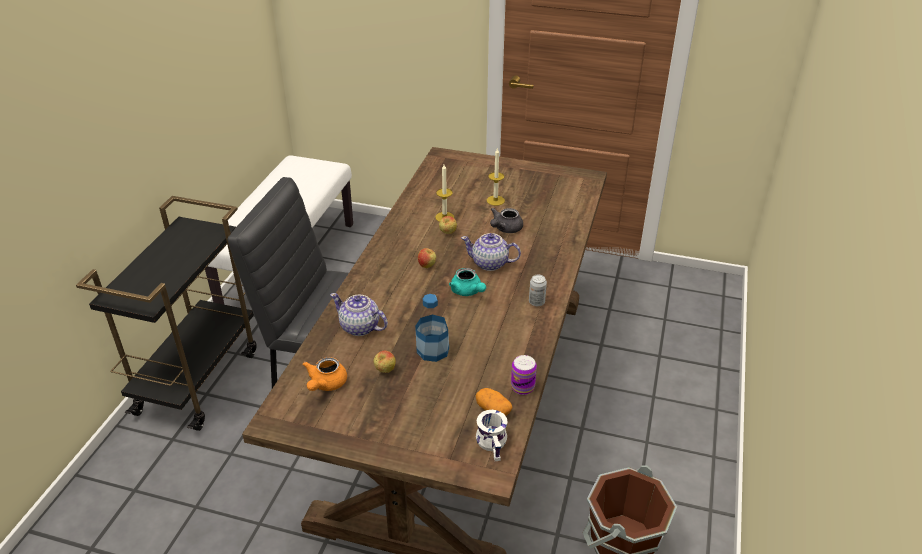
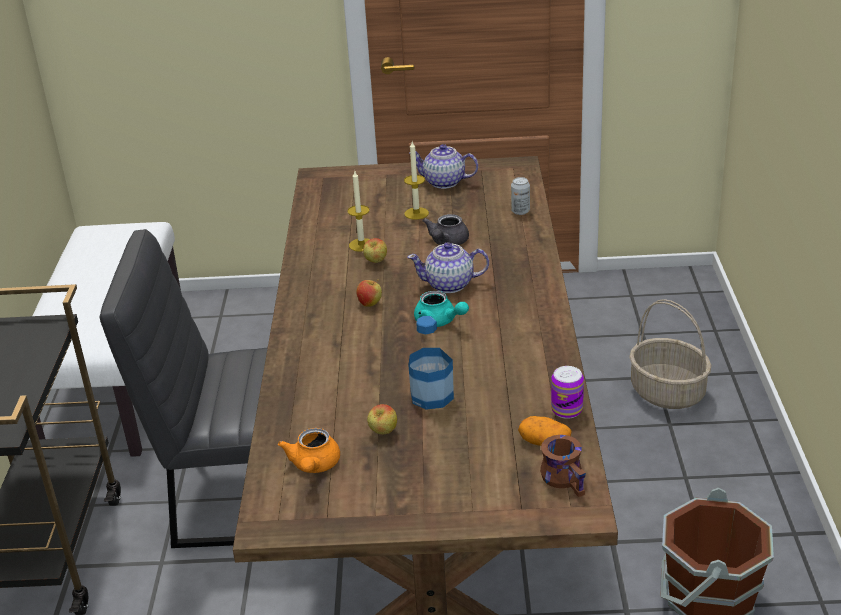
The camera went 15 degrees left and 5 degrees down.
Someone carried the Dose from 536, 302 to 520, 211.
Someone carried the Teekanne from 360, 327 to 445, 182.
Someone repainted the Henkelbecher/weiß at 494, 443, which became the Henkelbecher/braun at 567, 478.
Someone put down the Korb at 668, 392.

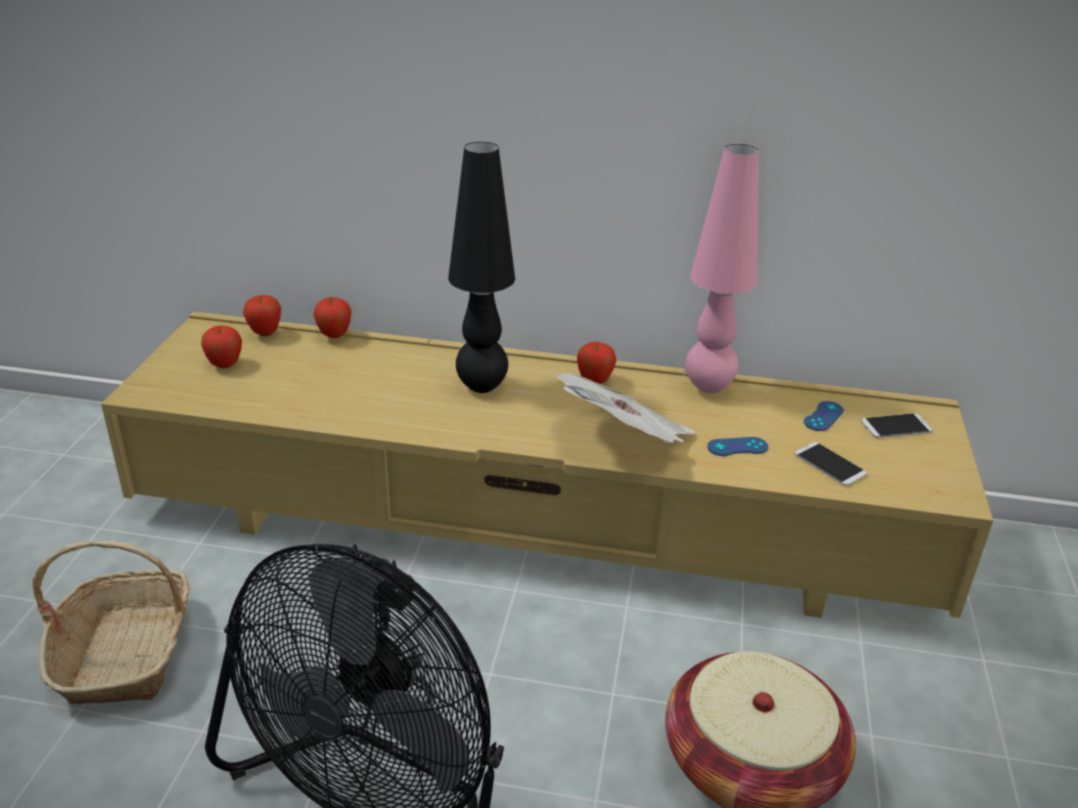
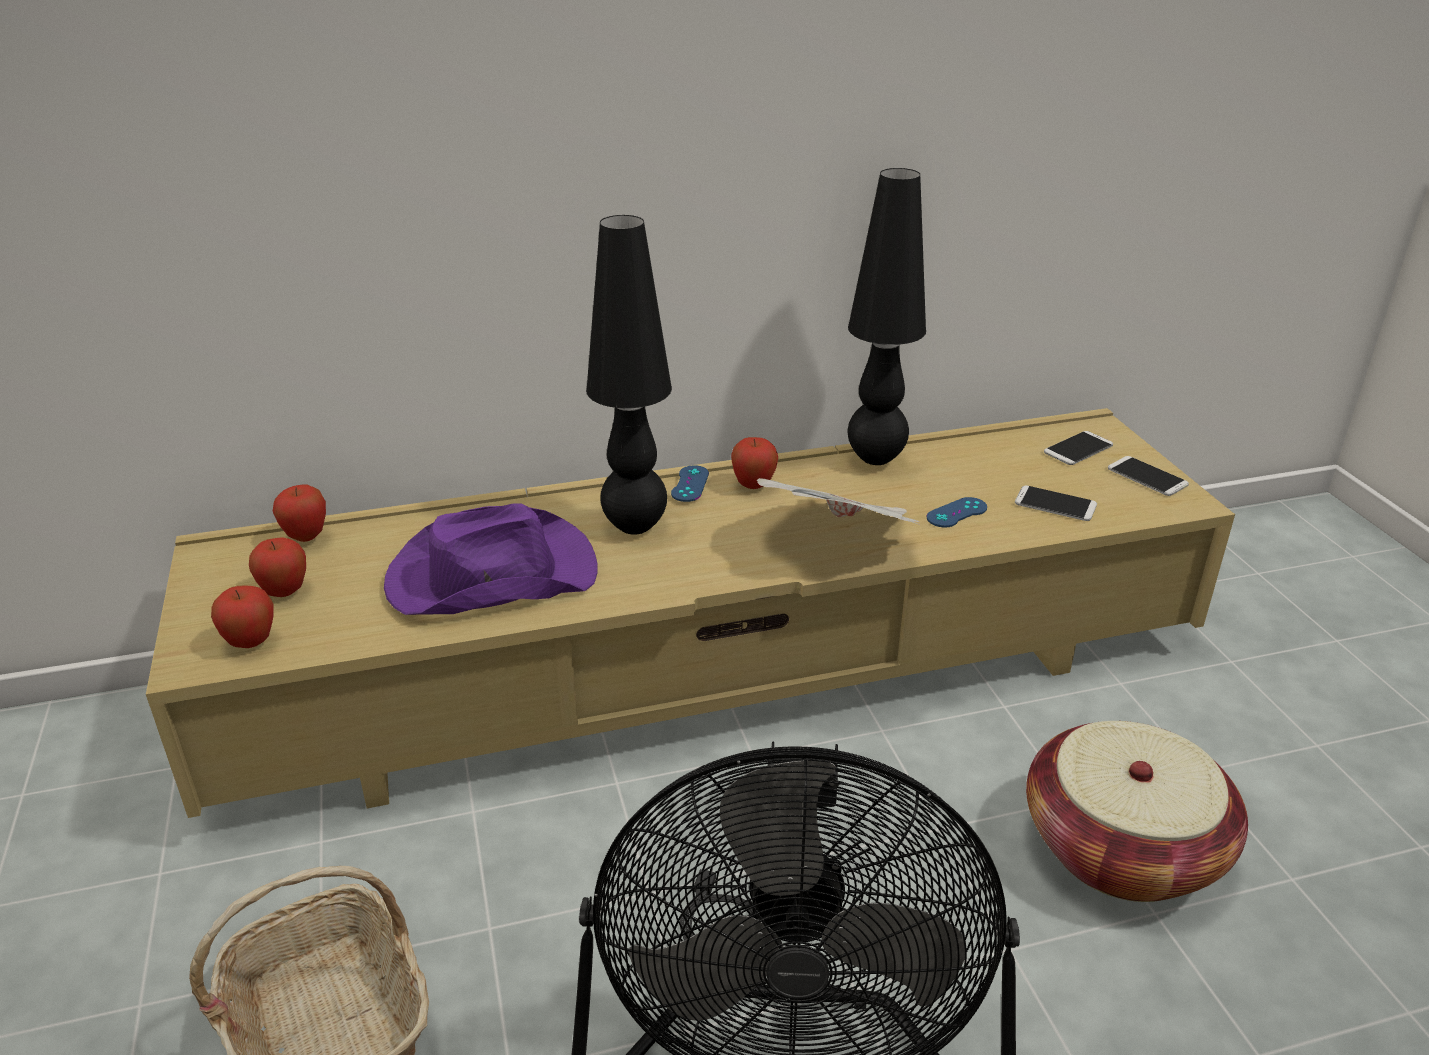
The camera went 25 degrees left and 0 degrees up.
Someone repainted the Tischlampe/rosa at 708, 387, which became the Tischlampe/schwarz at 875, 458.
Someone carried the Apfel from 334, 335 to 251, 643.
Someone carried the Gamepad/blau from 823, 416 to 690, 484.
Someone put down the Handy at 1147, 477.
Someone put down the Hut/lila at 489, 576.

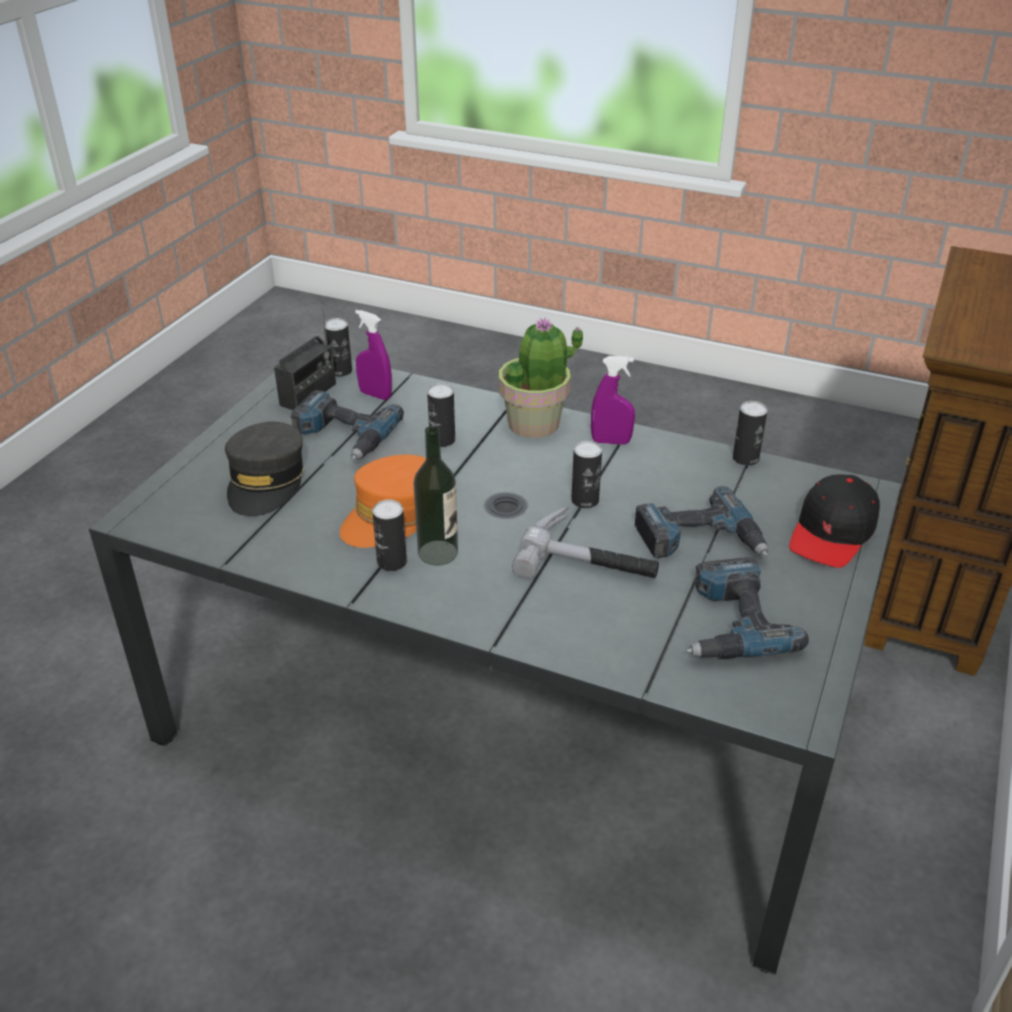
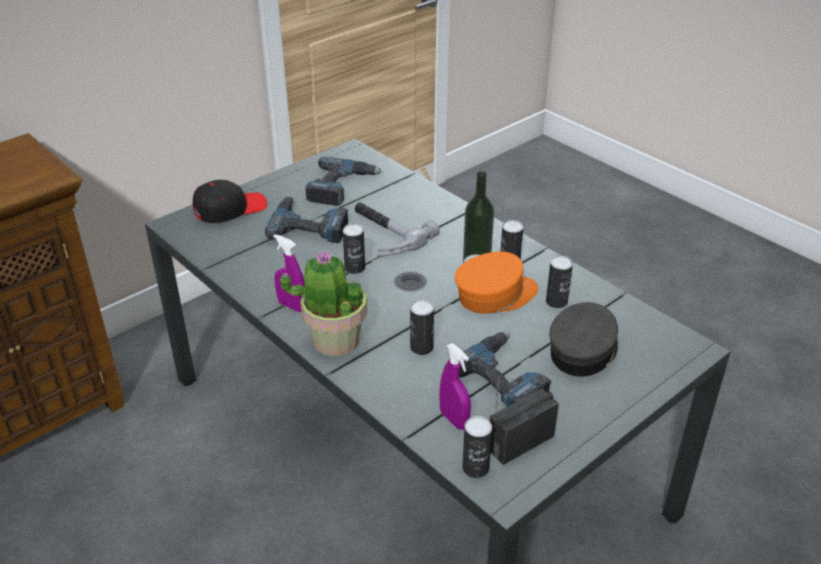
The camera went 155 degrees left and 0 degrees up.
Someone carried the Dose from 745, 458 to 556, 302.

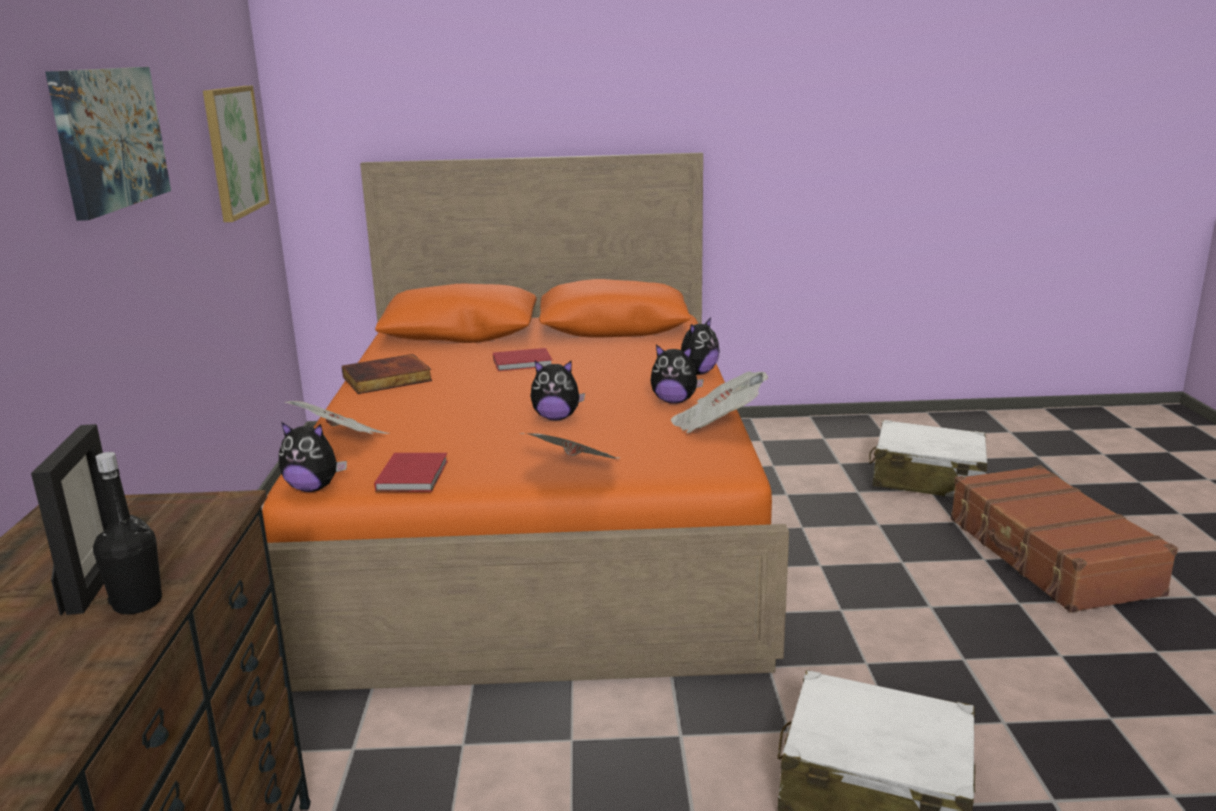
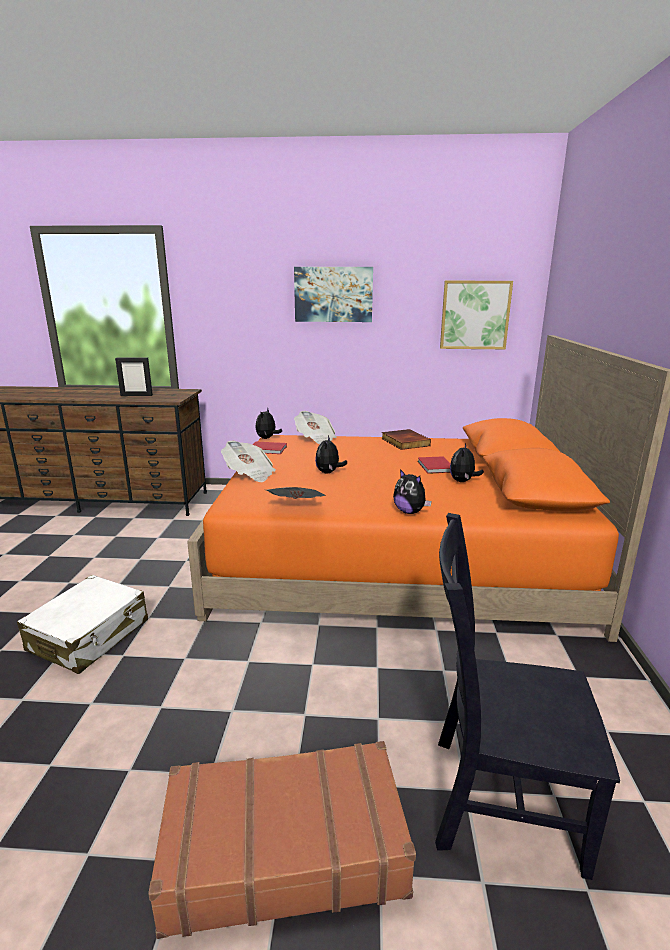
The camera went 95 degrees right and 0 degrees up.
Someone carried the Plüschtier from 674, 401 to 463, 481.
Someone swapped the Koffer/weiß at 926, 479 for the Stuhl/schwarz at 497, 799.
Someone took away the Flasche/schwarz at 137, 603.

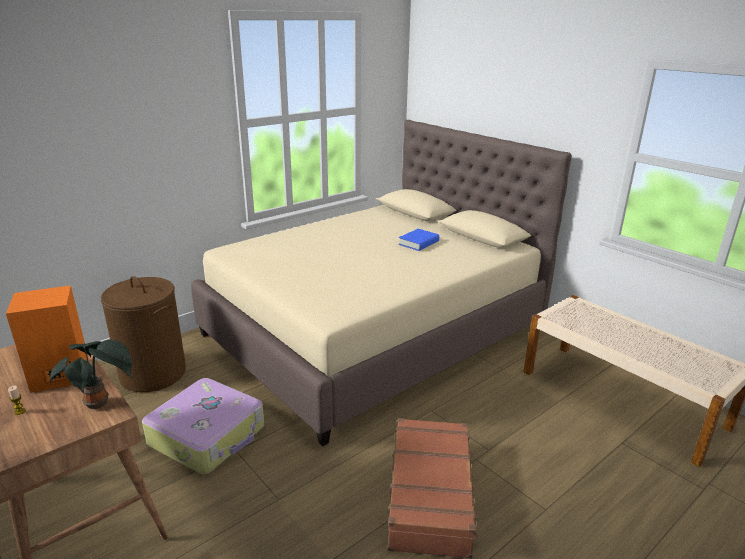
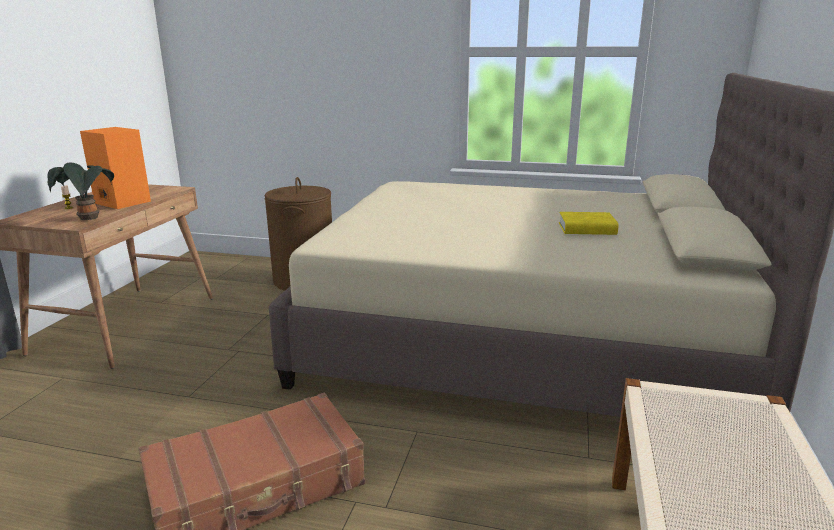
The camera went 55 degrees right and 5 degrees down.
Someone repainted the Buch/blau at 418, 243, which became the Buch/gelb at 587, 229.
Someone took away the Koffer at 208, 435.

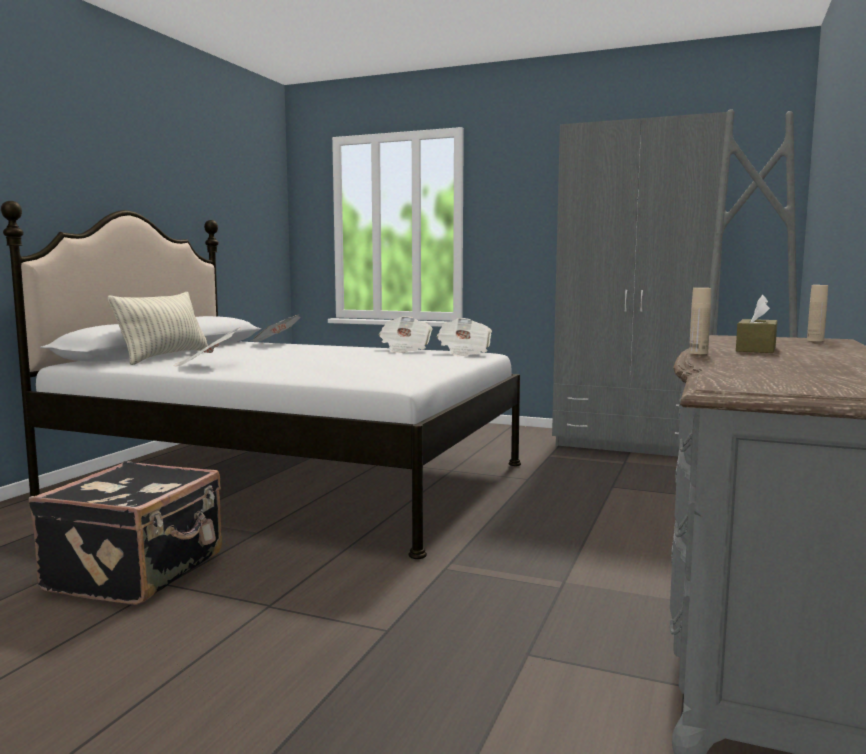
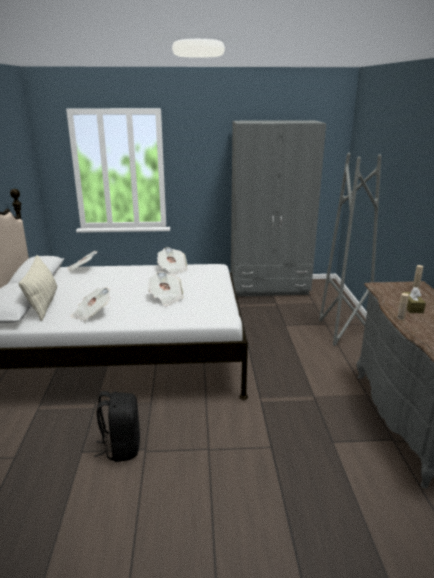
The camera went 25 degrees left and 15 degrees up.
Someone carried the Zeitung from 464, 353 to 166, 297.
Someone swapped the Koffer/schwarz at 139, 572 for the Rucksack/schwarz at 121, 447.

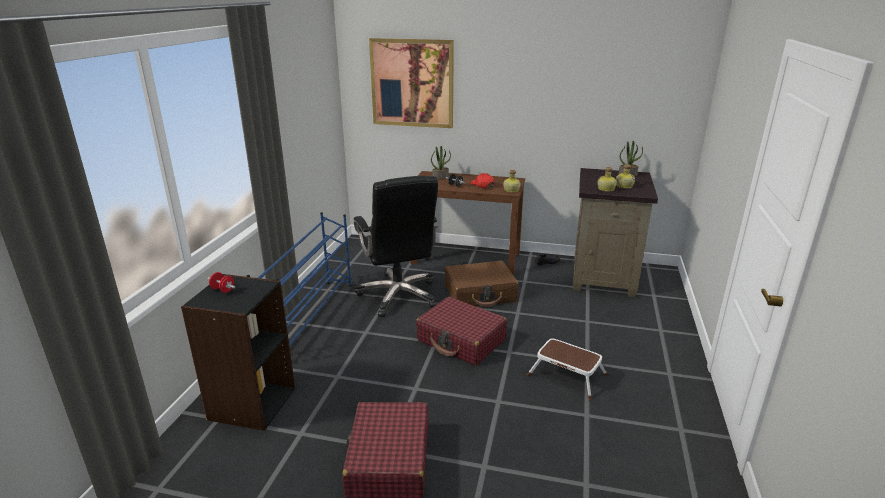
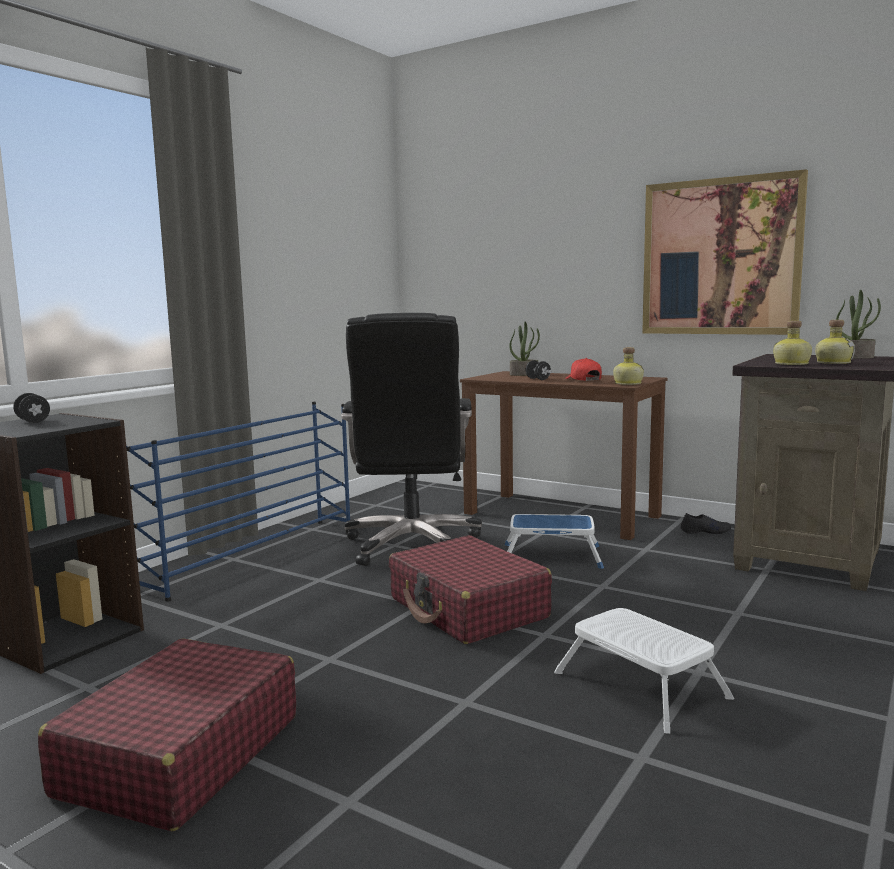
The camera went 20 degrees right and 15 degrees down.
Someone carried the Bild from 412, 83 to 720, 257.
Someone swapped the Koffer/braun at 480, 293 for the Trittleiter/blau at 551, 556.
Someone repainted the Hantel/rot at 223, 290, which became the Hantel/schwarz at 33, 421.
Someone repainted the Trittleiter/braun at 567, 375, which became the Trittleiter/weiß at 640, 685.

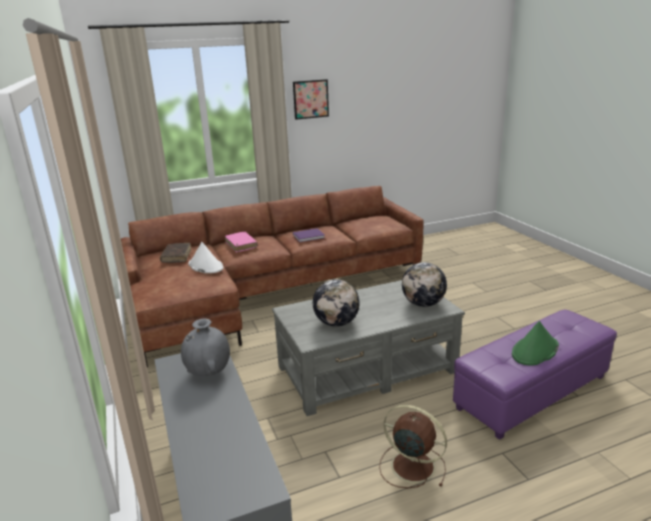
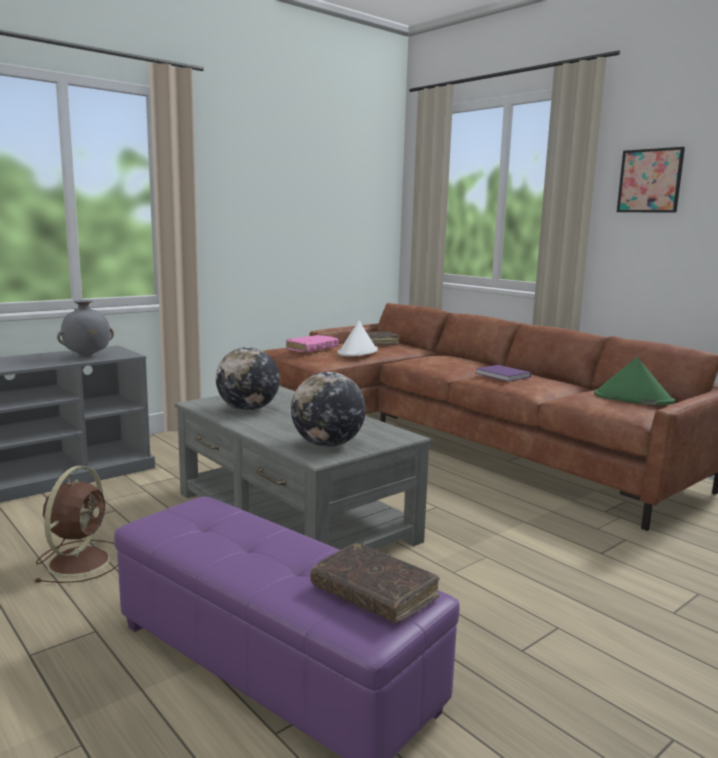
The camera went 70 degrees right and 10 degrees down.
Someone carried the Buch/rosa from 241, 245 to 312, 349.
Someone carried the Hut/grün from 535, 351 to 632, 398.
Someone put down the Buch/braun at 374, 594.

